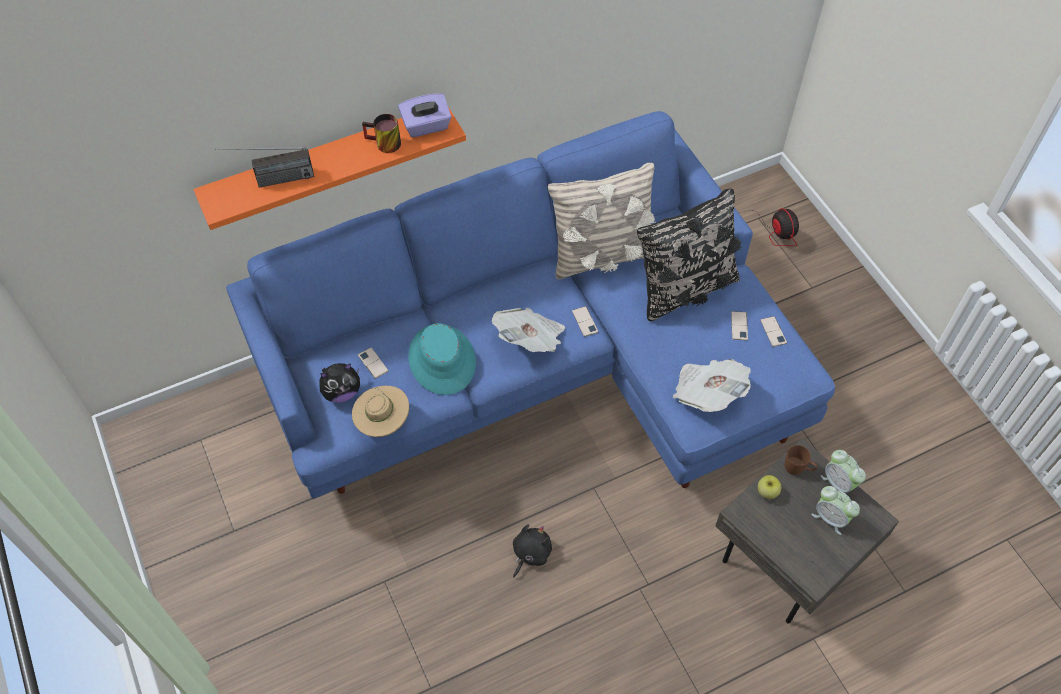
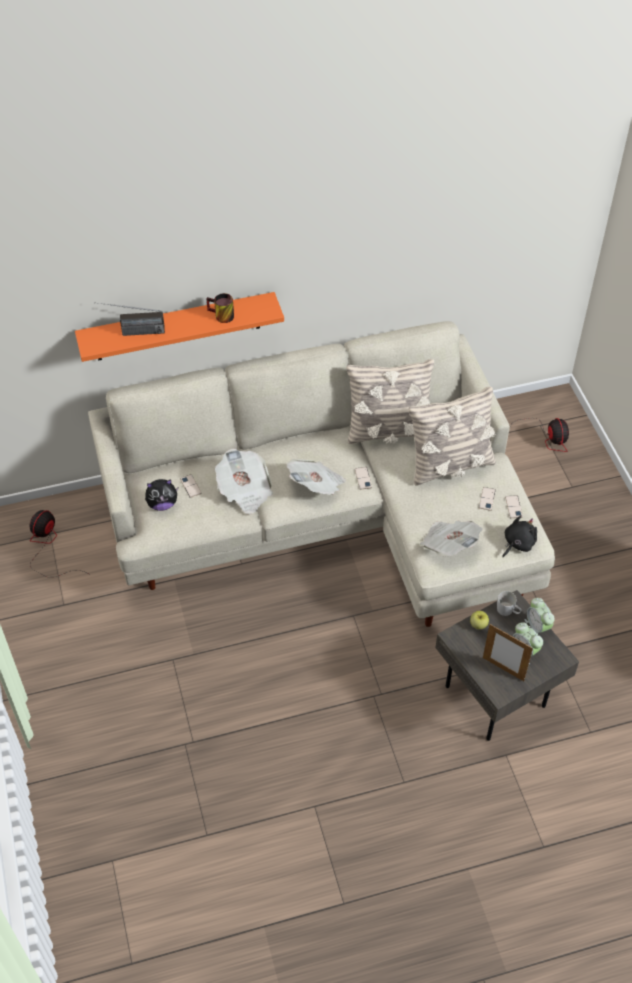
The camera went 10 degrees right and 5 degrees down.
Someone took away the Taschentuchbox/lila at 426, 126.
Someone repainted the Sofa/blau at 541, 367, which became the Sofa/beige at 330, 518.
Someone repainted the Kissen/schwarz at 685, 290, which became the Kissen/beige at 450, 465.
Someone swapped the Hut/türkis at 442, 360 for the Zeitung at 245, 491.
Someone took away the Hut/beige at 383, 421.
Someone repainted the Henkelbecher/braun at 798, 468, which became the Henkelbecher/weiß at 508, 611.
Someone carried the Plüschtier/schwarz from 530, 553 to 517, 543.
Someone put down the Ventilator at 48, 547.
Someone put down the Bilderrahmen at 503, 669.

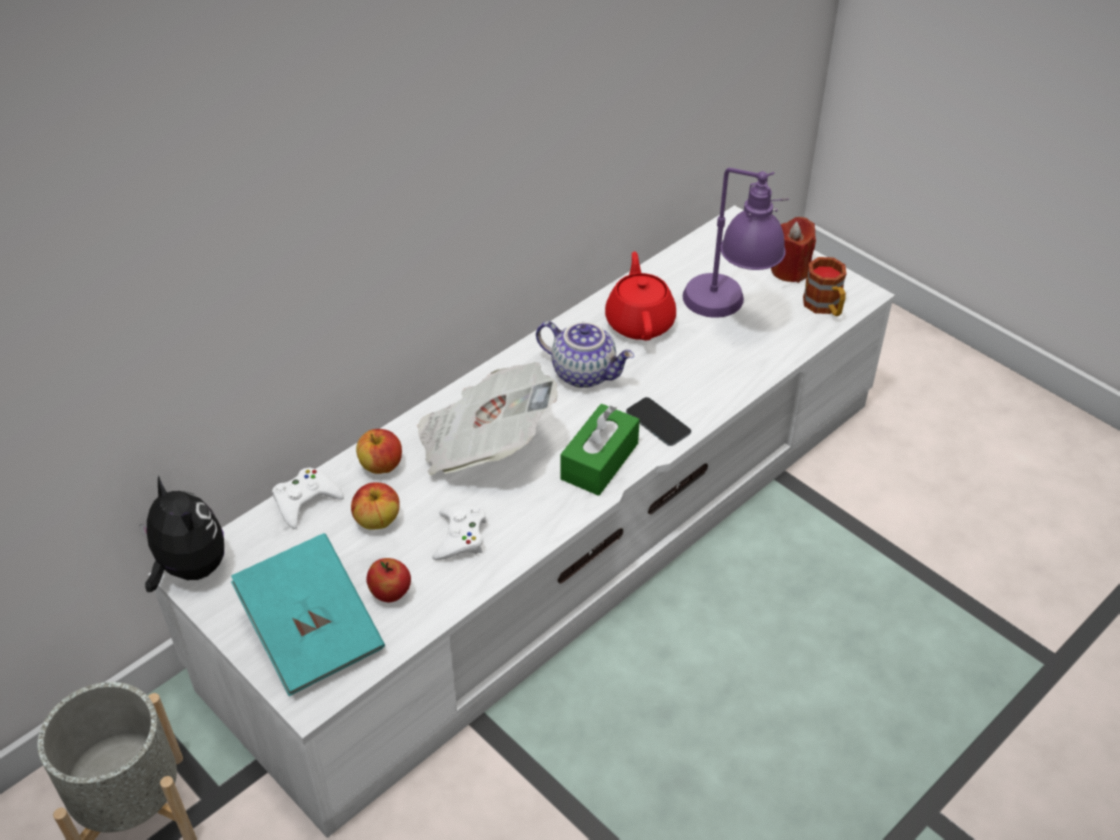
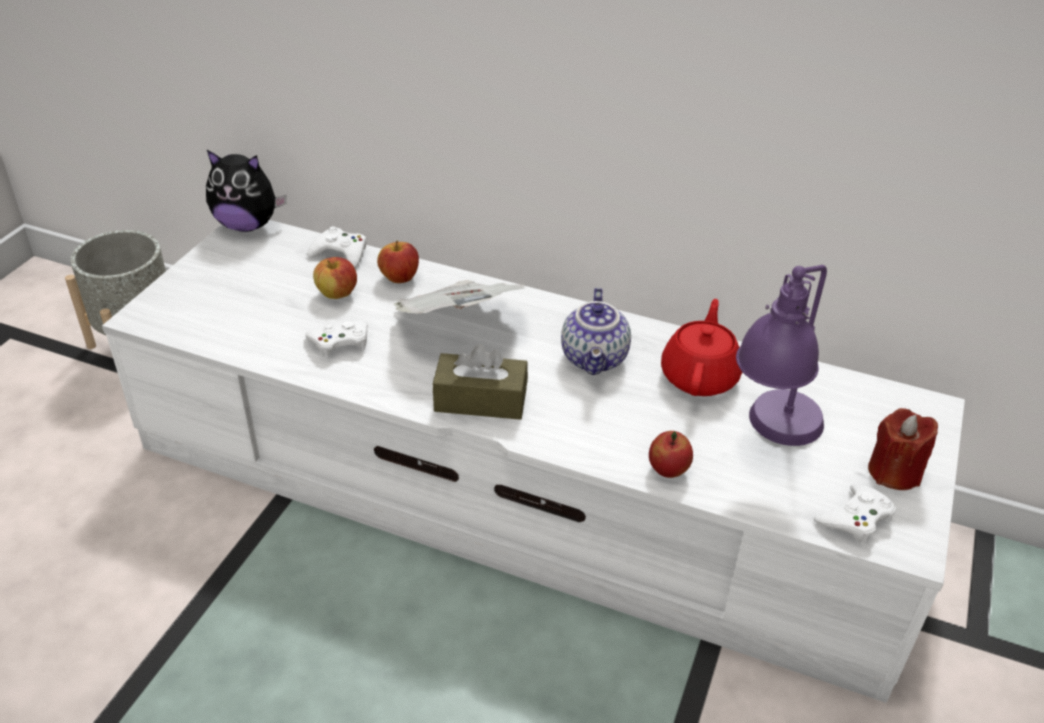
The camera went 65 degrees right and 5 degrees down.
Someone rotated the Teekanne/rot at 640, 322 by 45 degrees counterclockwise.
Someone swapped the Henkelbecher at 825, 307 for the Gamepad/weiß at 855, 518.
Someone took away the Handy at 658, 422.
Someone repainted the Taschentuchbox/grün at 599, 461, which became the Taschentuchbox/braun at 480, 400.
Someone rotated the Plüschtier at 189, 568 by 75 degrees clockwise.
Someone took away the Buch/türkis at 313, 633.
Someone carried the Apfel from 391, 593 to 668, 470.

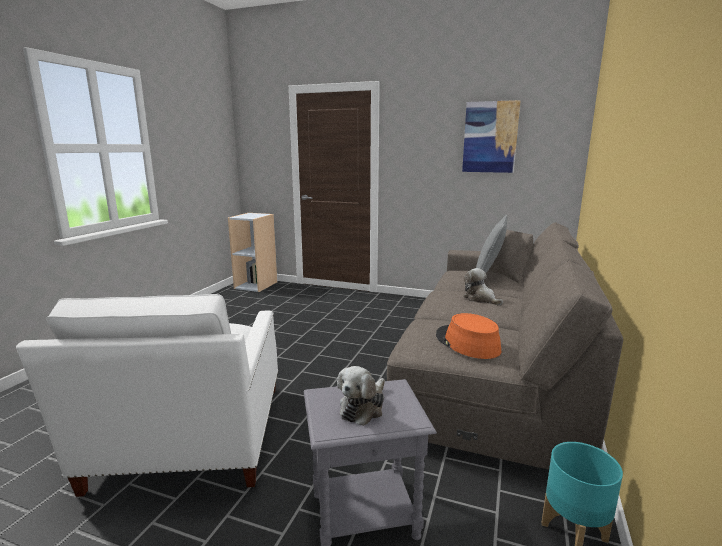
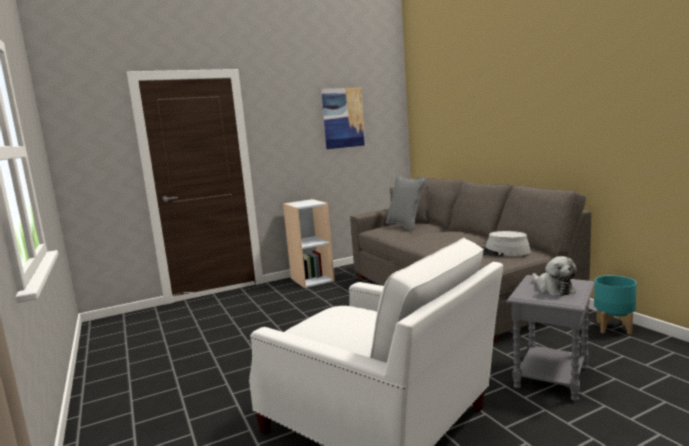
The camera went 45 degrees left and 5 degrees down.
Someone carried the Bücherregal from 256, 285 to 312, 279.
Someone took away the Plüschtier at 480, 299.
Someone repainted the Hut/orange at 467, 343, which became the Hut/grau at 502, 251.

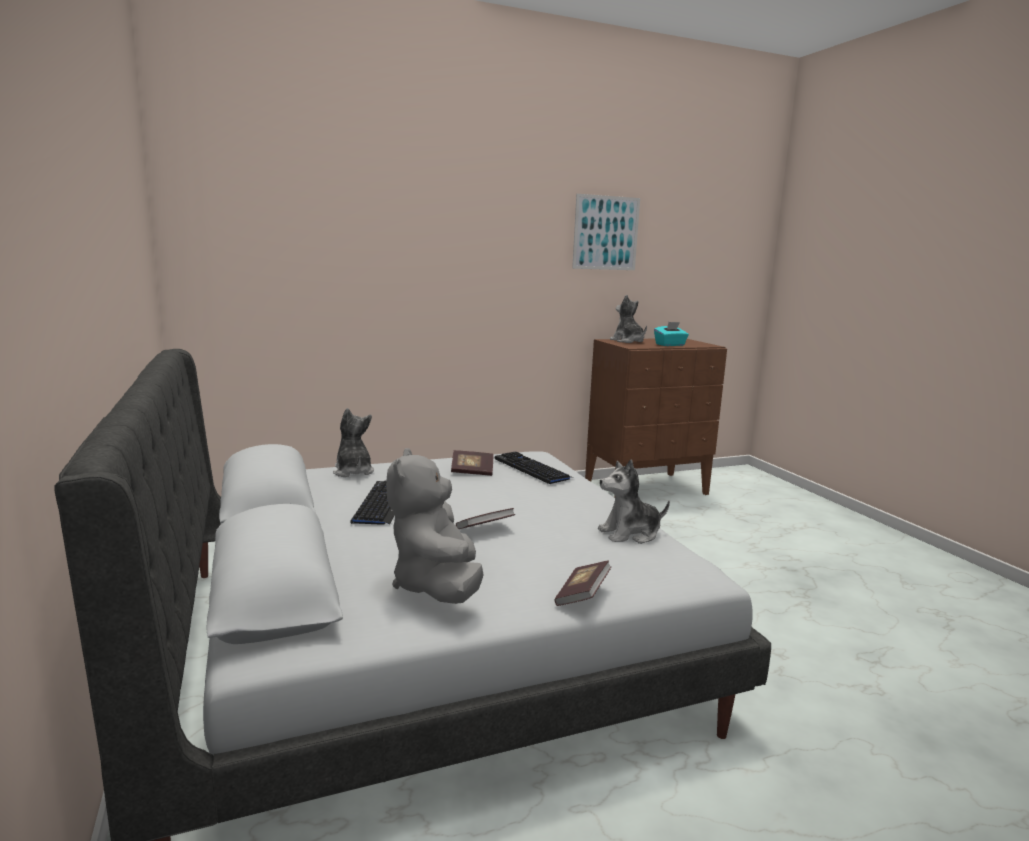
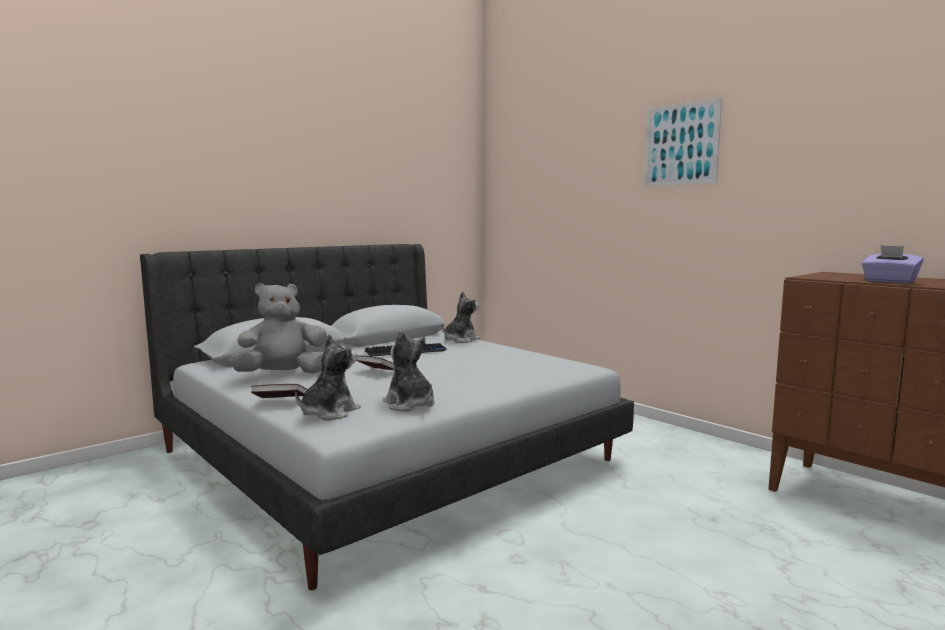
The camera went 70 degrees right and 5 degrees down.
Someone carried the Bild from 606, 233 to 681, 144.
Someone carried the Plüschtier from 627, 341 to 328, 413.
Someone repainted the Taschentuchbox/türkis at 670, 345, which became the Taschentuchbox/lila at 889, 281.
Someone took away the Buch at 472, 472.
Someone took away the Tastatur at 532, 469.

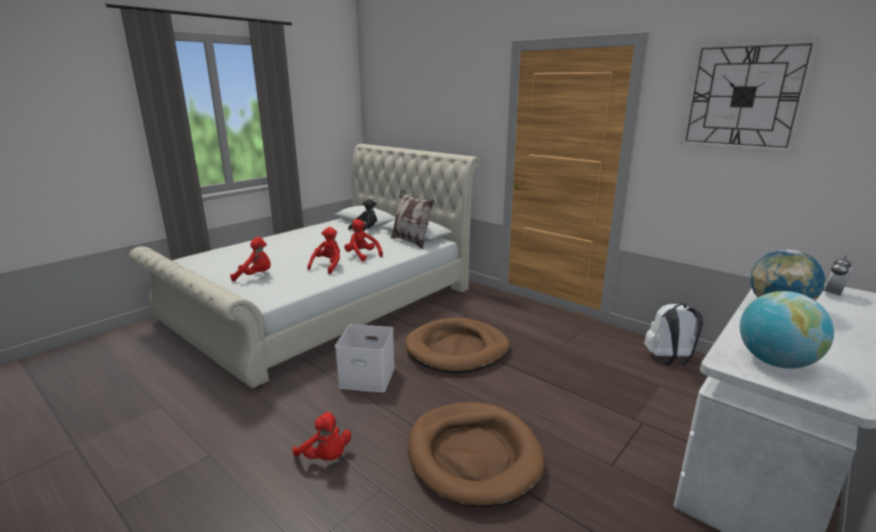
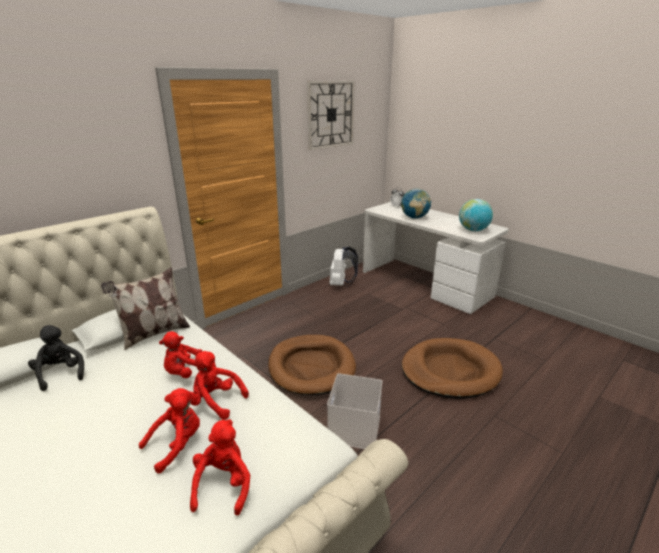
The camera went 85 degrees left and 5 degrees up.
Someone carried the Plüschtier/rot from 325, 457 to 177, 444.

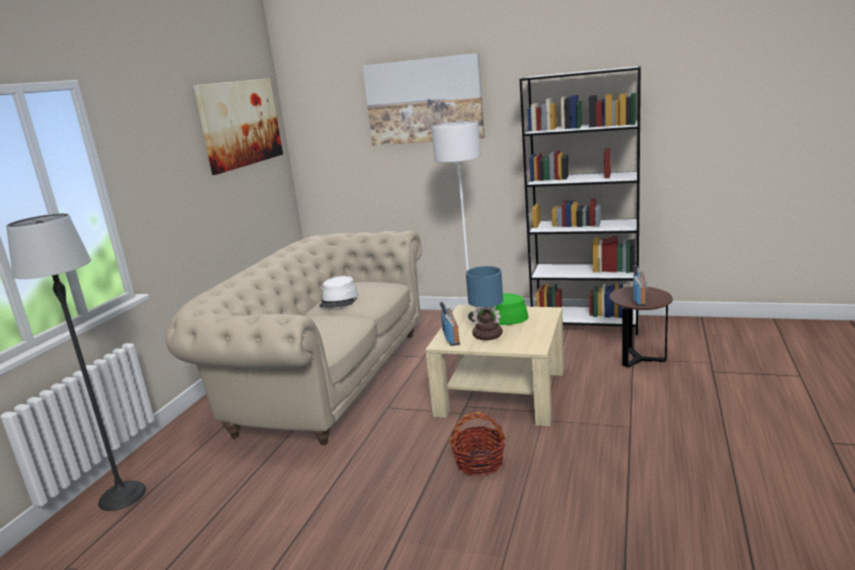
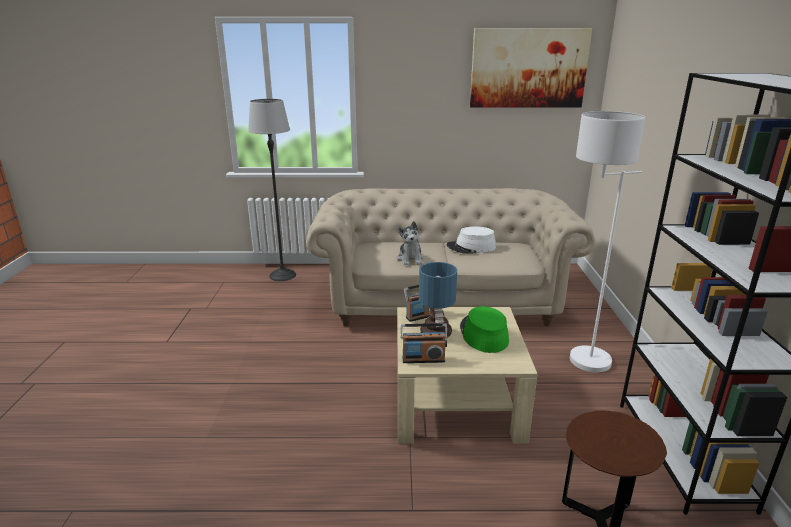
The camera went 70 degrees right and 5 degrees up.
Someone took away the Bild at 424, 101.
Someone carried the Radio from 640, 299 to 423, 359.
Someone took away the Korb at 479, 462.
Someone put down the Plüschtier at 410, 259.

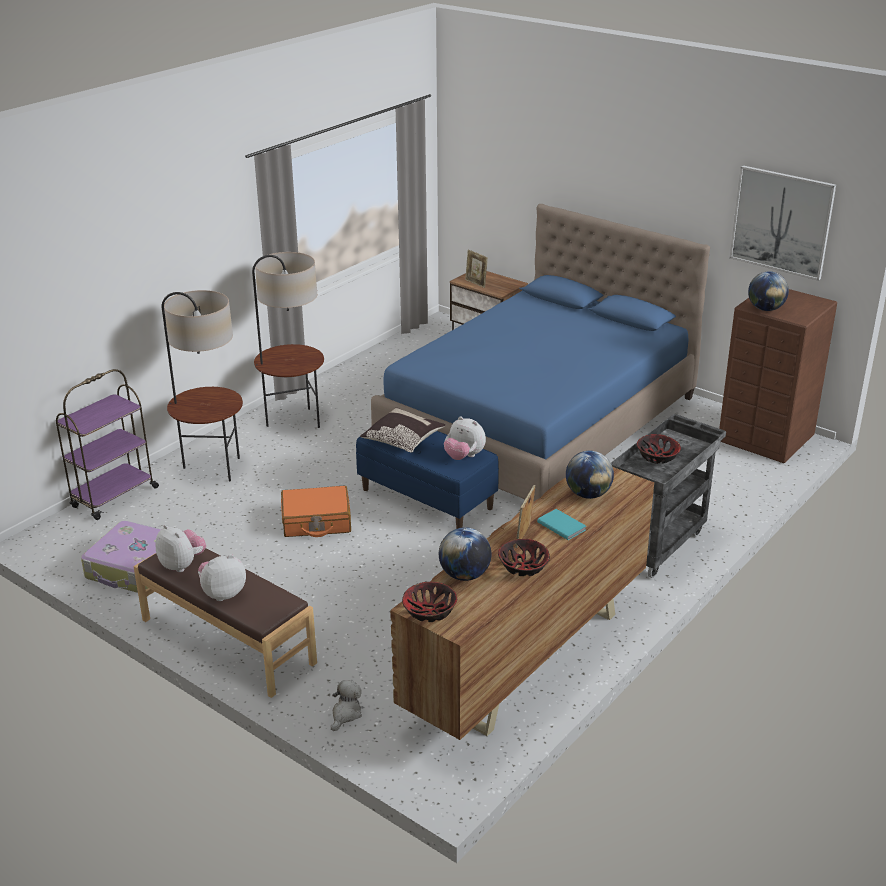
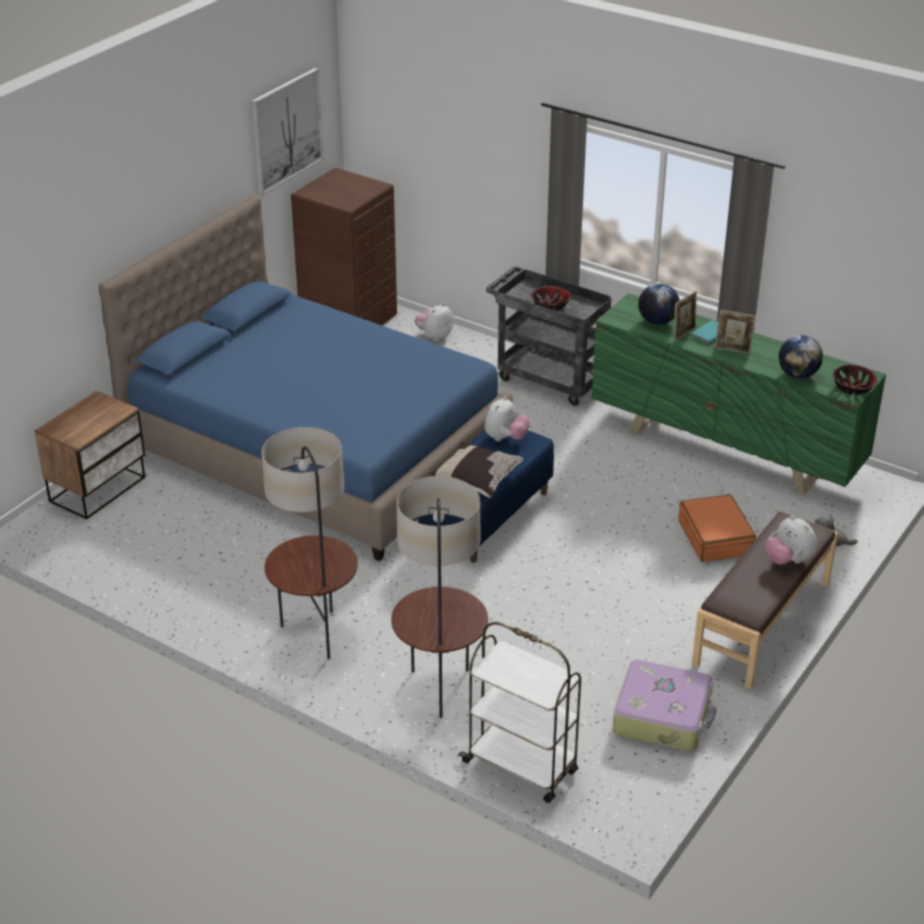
The camera went 95 degrees left and 5 degrees up.
Someone carried the Bilderrahmen from 476, 283 to 683, 333.
Someone took away the Globus at 765, 309.
Someone repainted the Rollwagen/lila at 114, 498, which became the Rollwagen/weiß at 520, 768.
Someone repainted the Schrank/braun at 528, 659, which became the Schrank/grün at 726, 450.
Someone carried the Koffer/orange from 316, 521 to 715, 538.
Someone carried the Plüschtier from 182, 565 to 434, 336.
Someone took away the Schüssel at 523, 567.

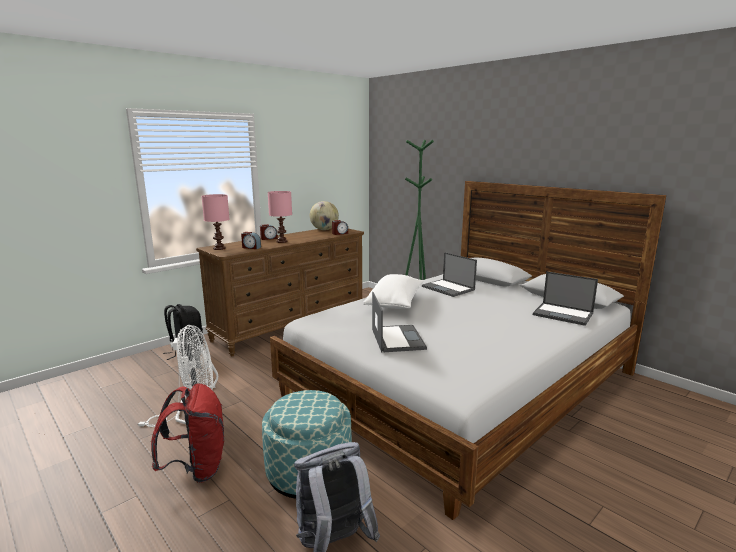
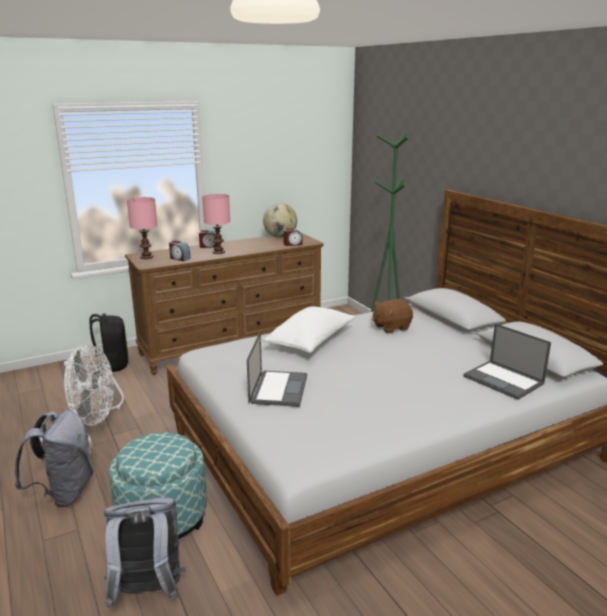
The camera went 15 degrees right and 5 degrees up.
Someone swapped the Laptop at 448, 288 for the Plüschtier/braun at 391, 327.
Someone repainted the Rucksack/rot at 197, 468, which became the Rucksack/grau at 64, 493.

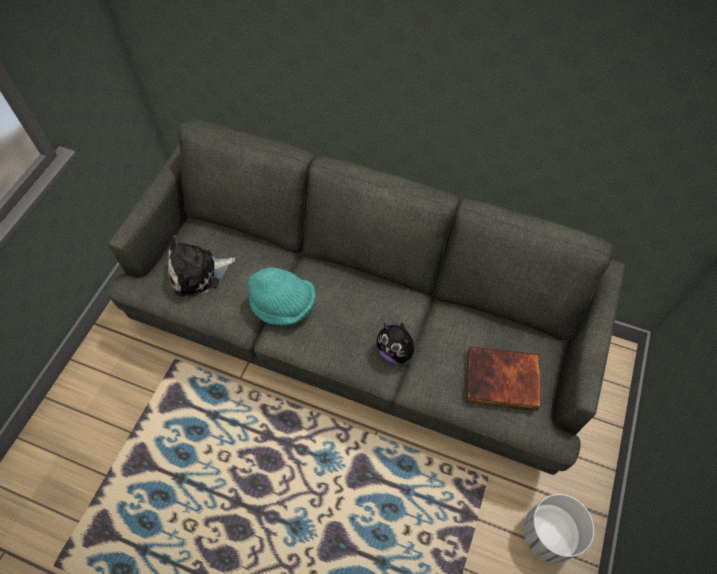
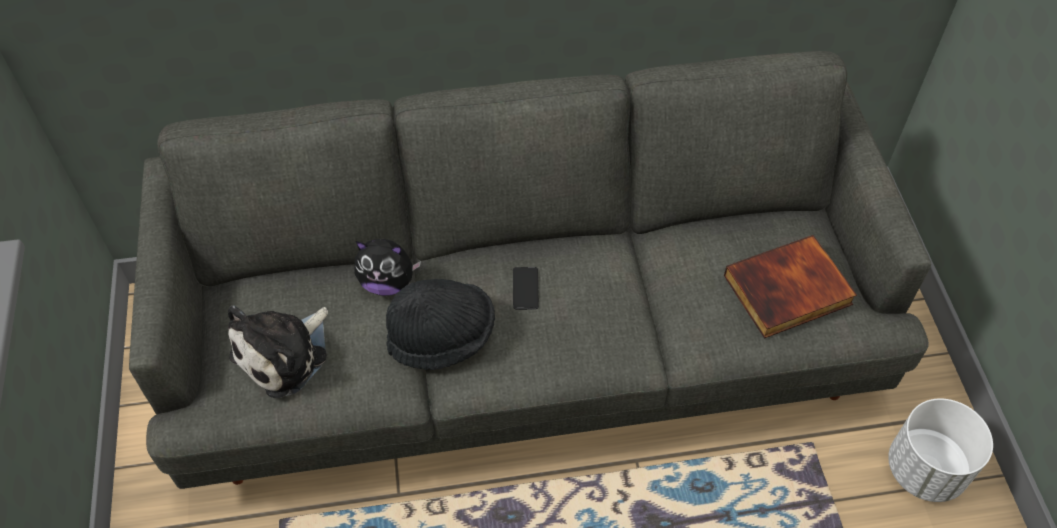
The camera went 30 degrees left and 5 degrees down.
Someone repainted the Hut/türkis at 284, 306, which became the Hut/schwarz at 442, 337.
Someone carried the Plüschtier from 395, 351 to 387, 283.
Someone put down the Handy at 525, 289.

